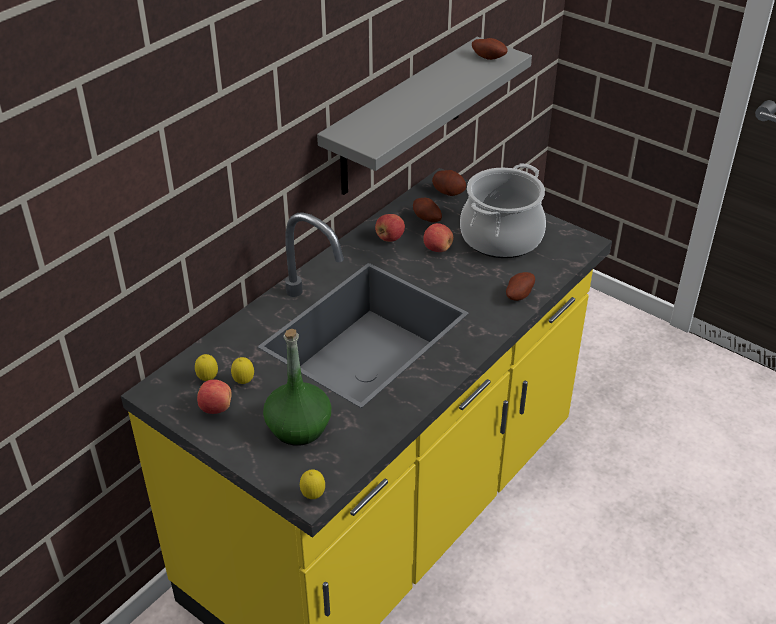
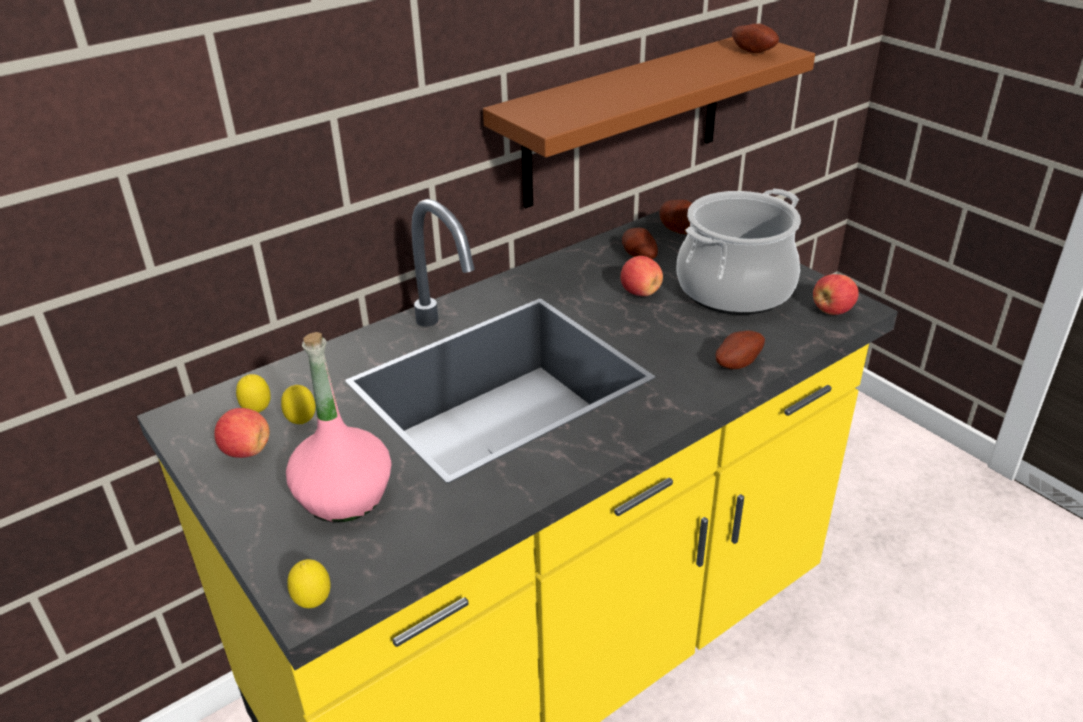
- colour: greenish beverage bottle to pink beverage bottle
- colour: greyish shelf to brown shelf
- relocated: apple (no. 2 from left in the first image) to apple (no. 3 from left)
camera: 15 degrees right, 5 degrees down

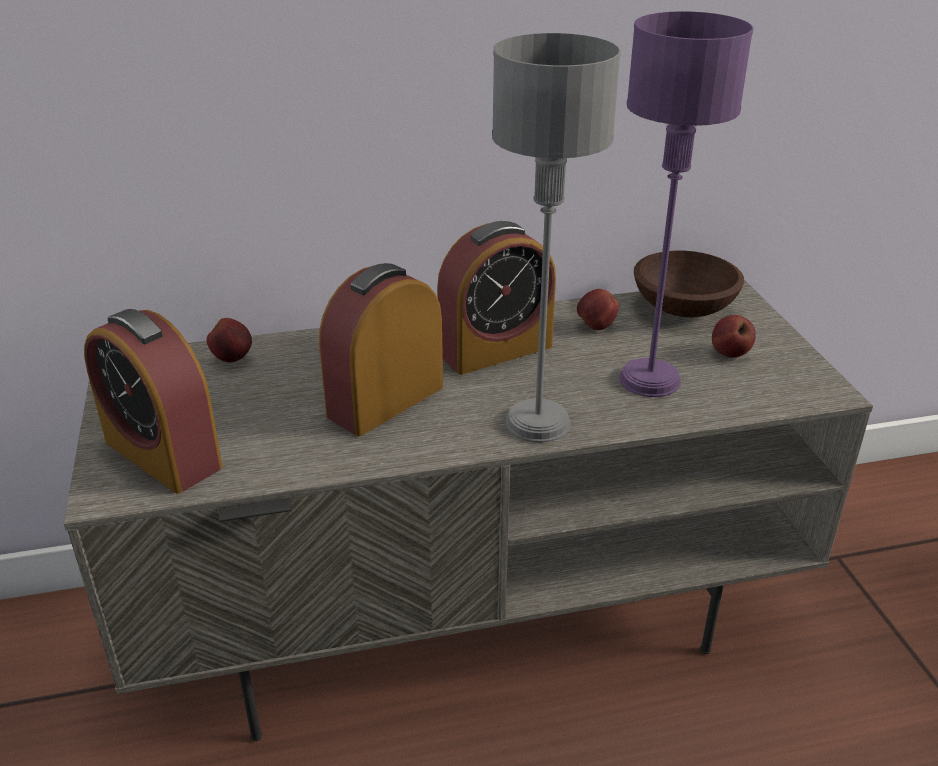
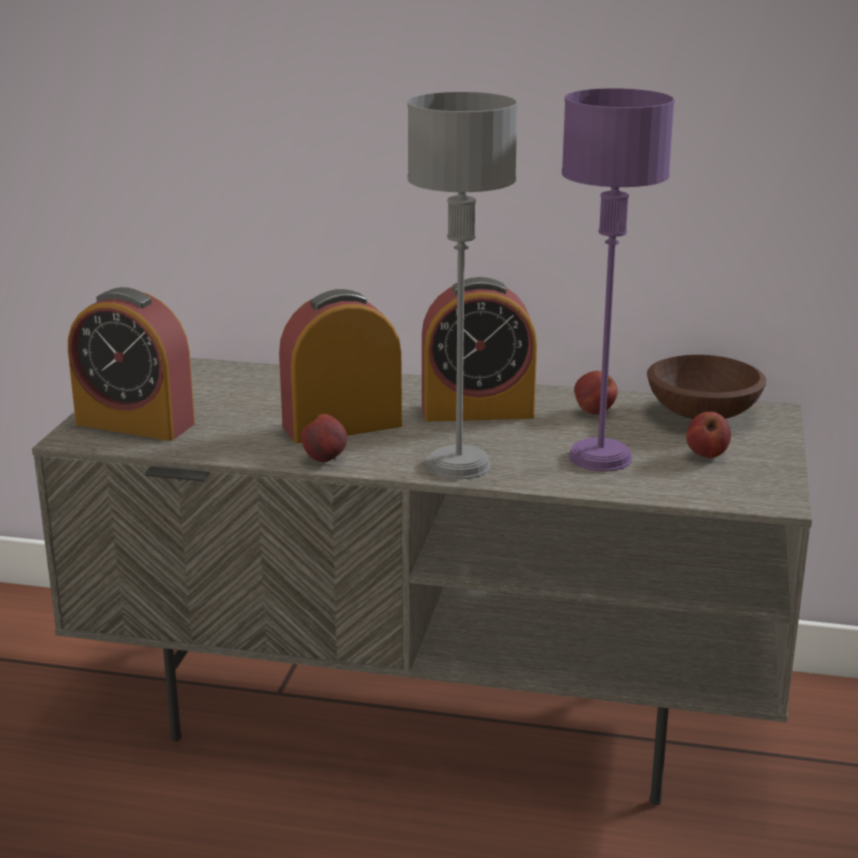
- spun: table clock (no. 1 from left) 45 degrees counterclockwise
- relocated: apple (no. 1 from left)
camera: 25 degrees right, 10 degrees down

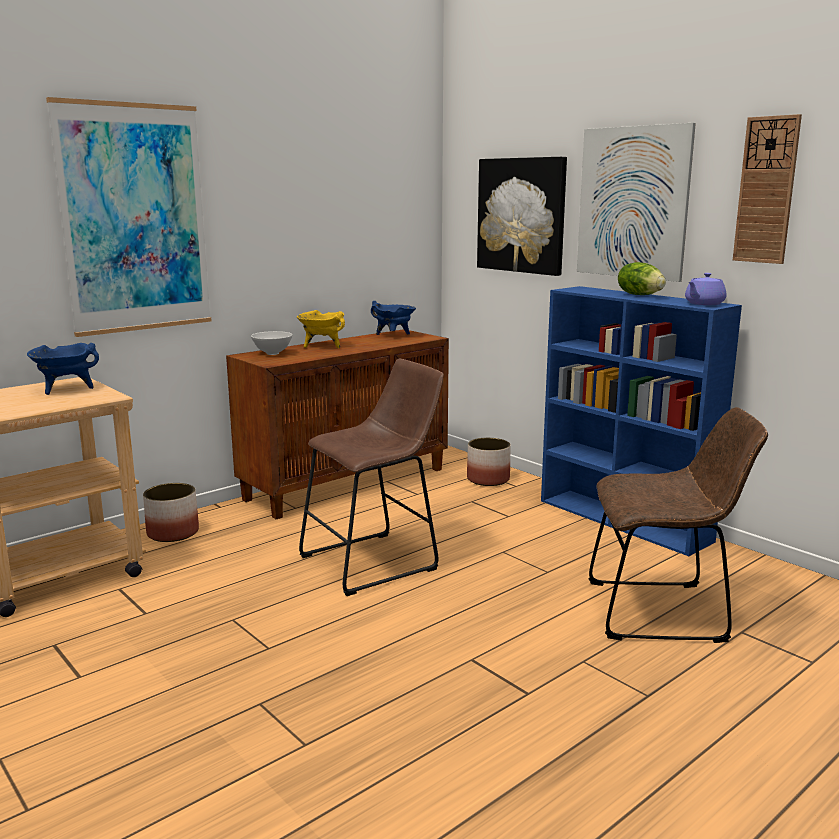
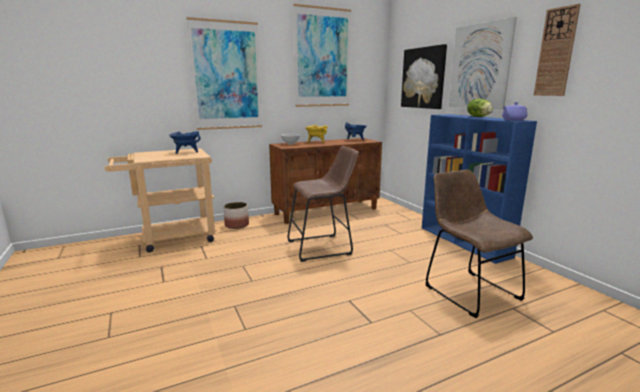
- missing: planter (no. 2 from left)
- spun: brown upright chair 135 degrees counterclockwise
- appeared: wall art (no. 2 from left)
camera: 15 degrees right, 0 degrees up

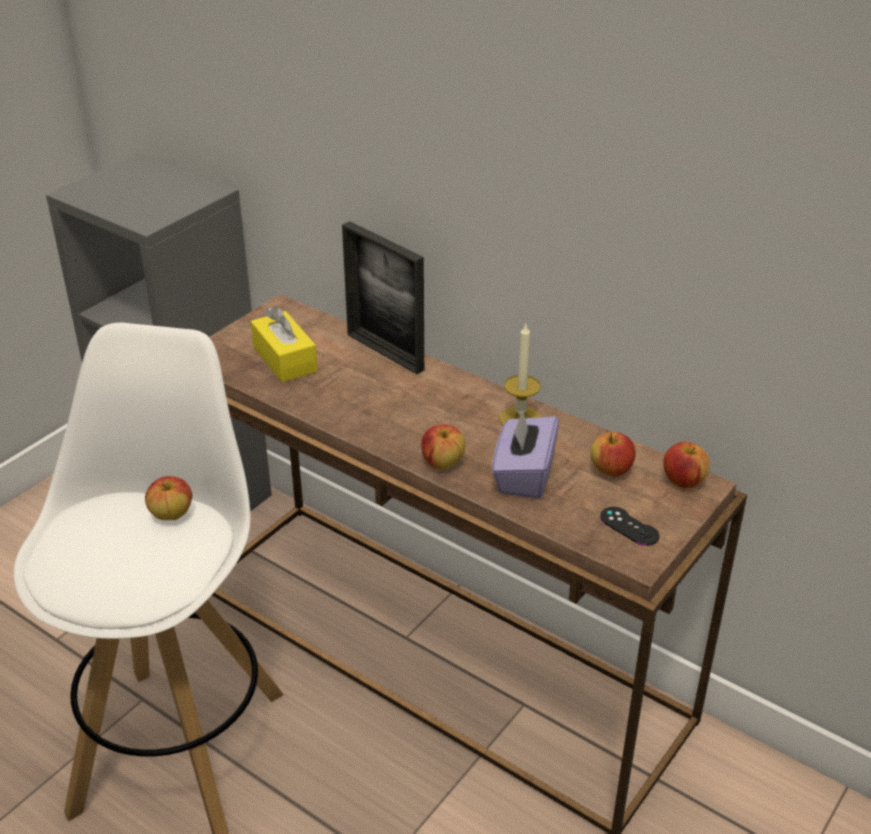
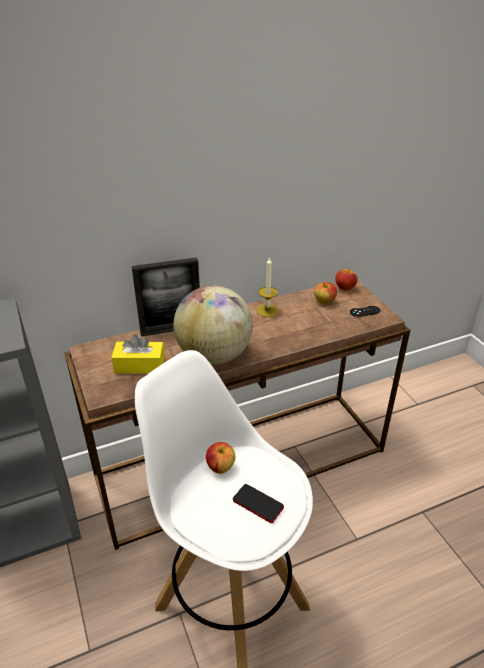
- missing: apple (no. 2 from left)
- missing: purple-coloured tissue holder
- appeared: world globe
- appeared: telephone
camera: 60 degrees left, 0 degrees up

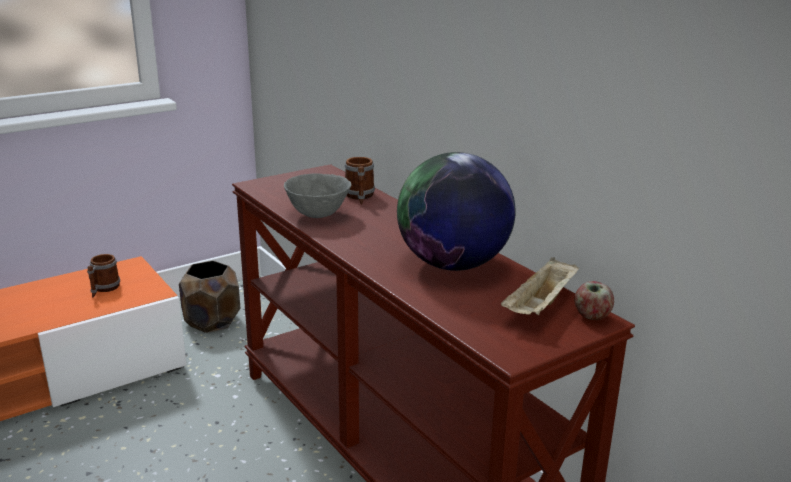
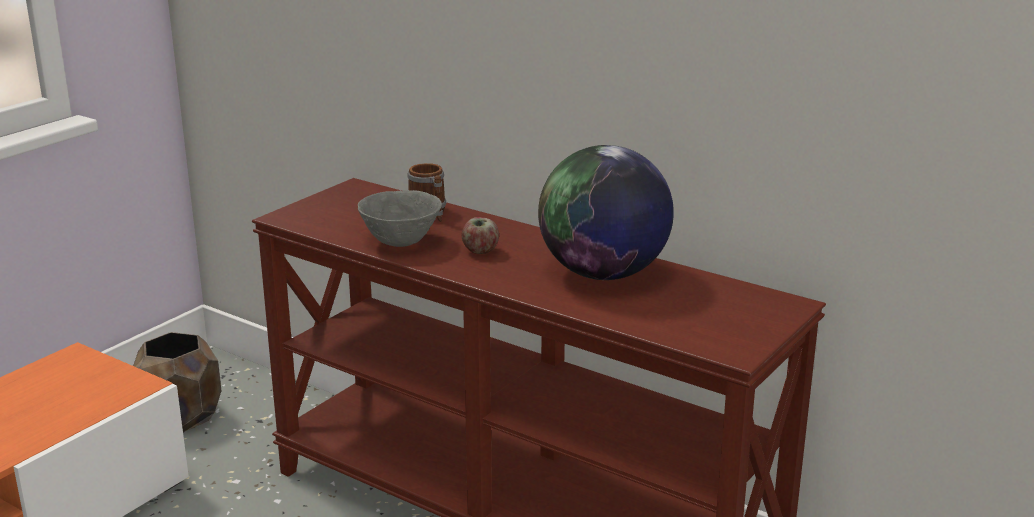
- missing: tea mug (no. 1 from left)
- missing: beige carrying tray
- relocated: apple
camera: 20 degrees left, 0 degrees up

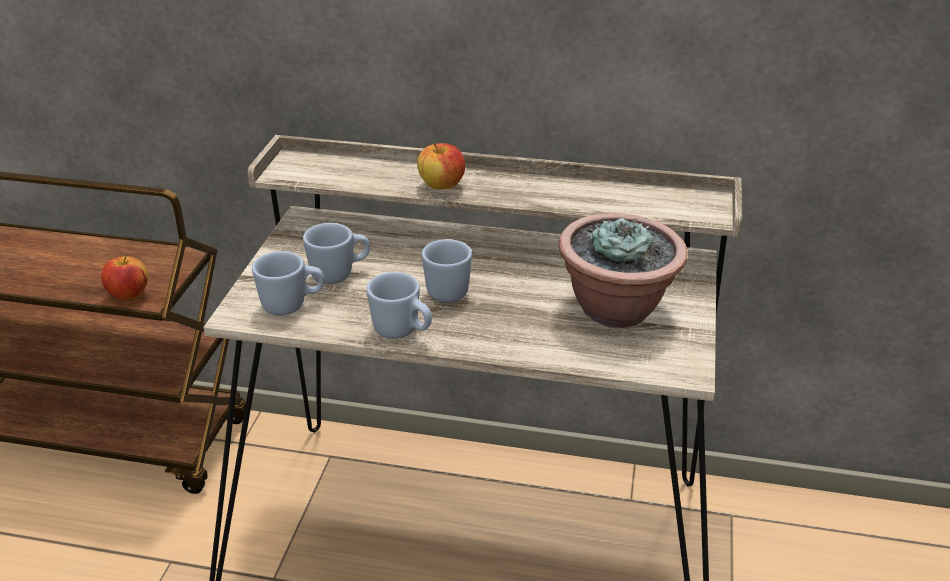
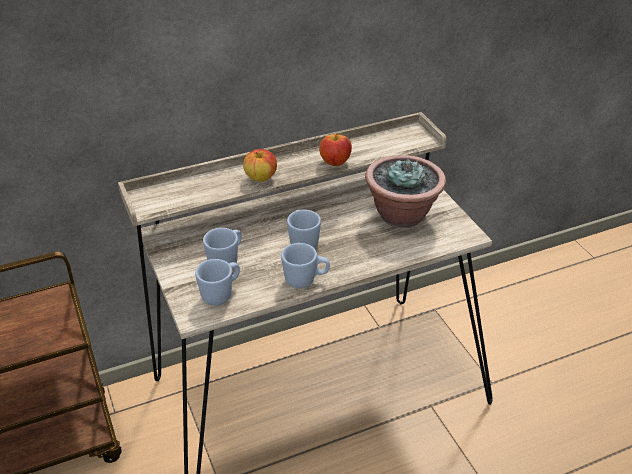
- relocated: apple (no. 1 from left in the first image) to apple (no. 2 from left)
camera: 35 degrees left, 5 degrees up

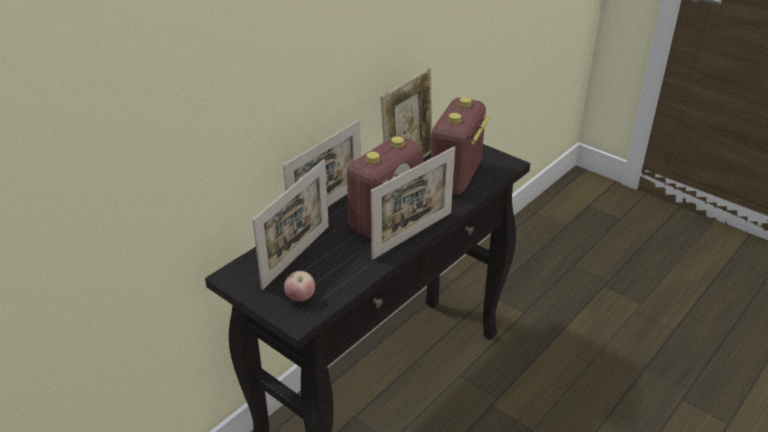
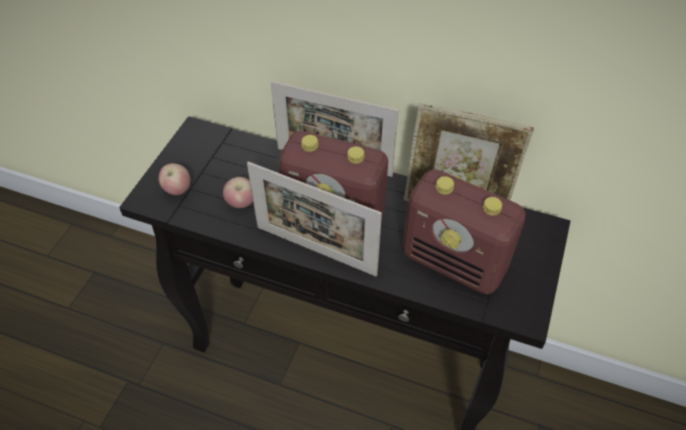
- missing: picture frame (no. 1 from left)
- spun: radio (no. 2 from left) 150 degrees counterclockwise
- appeared: apple (no. 2 from left)
camera: 70 degrees right, 15 degrees up

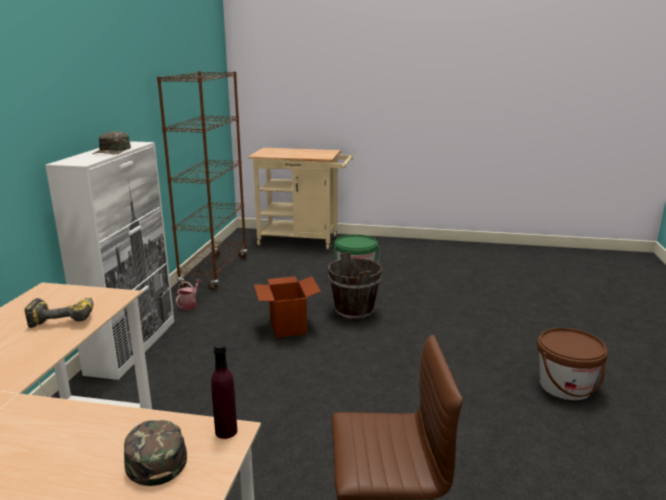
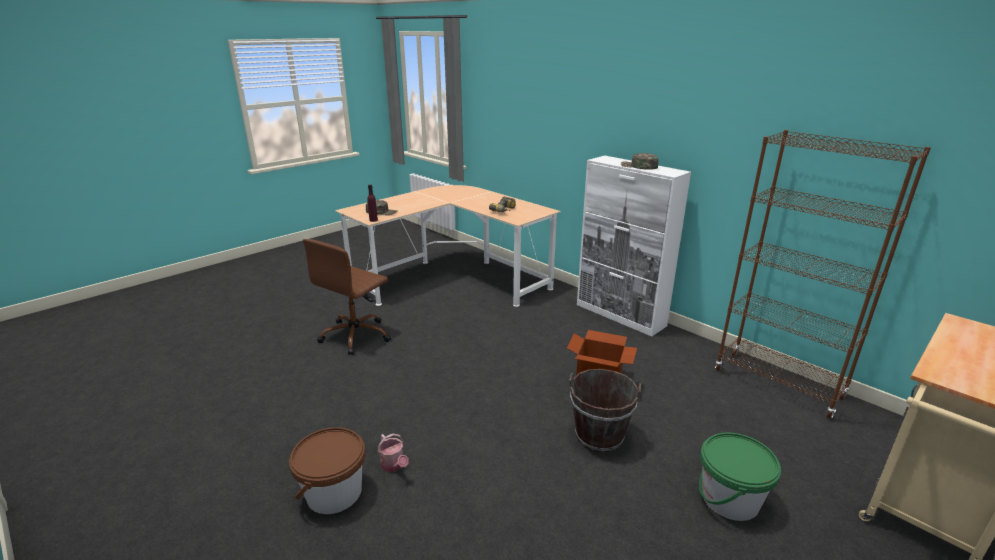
- relocated: sprinkling can
camera: 125 degrees right, 5 degrees up

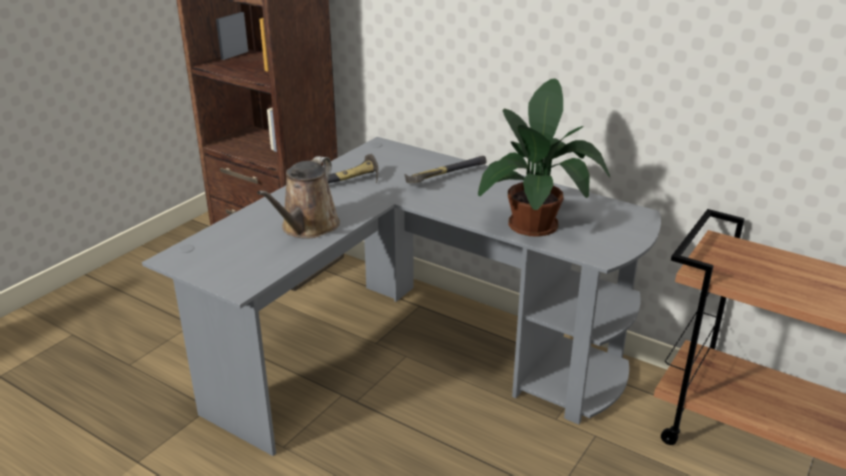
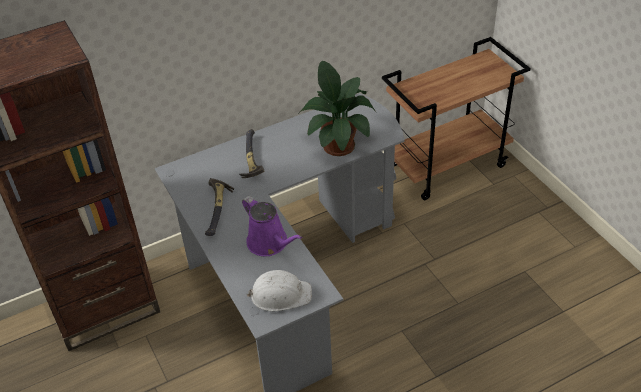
- colour: brown sprinkling can to purple-coloured sprinkling can
- appeared: whitish work helmet
camera: 60 degrees left, 15 degrees up

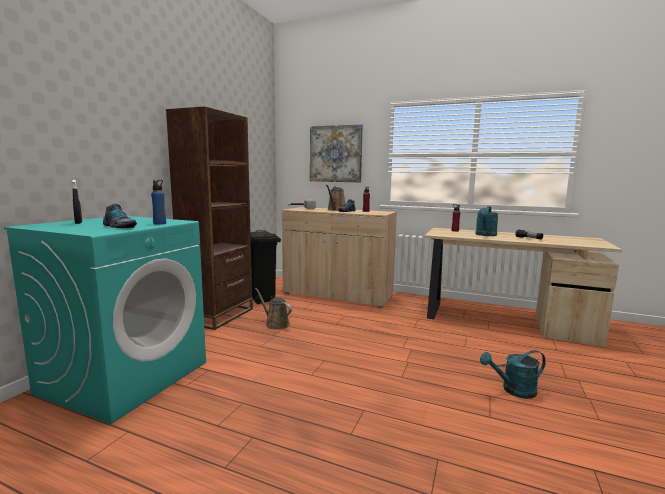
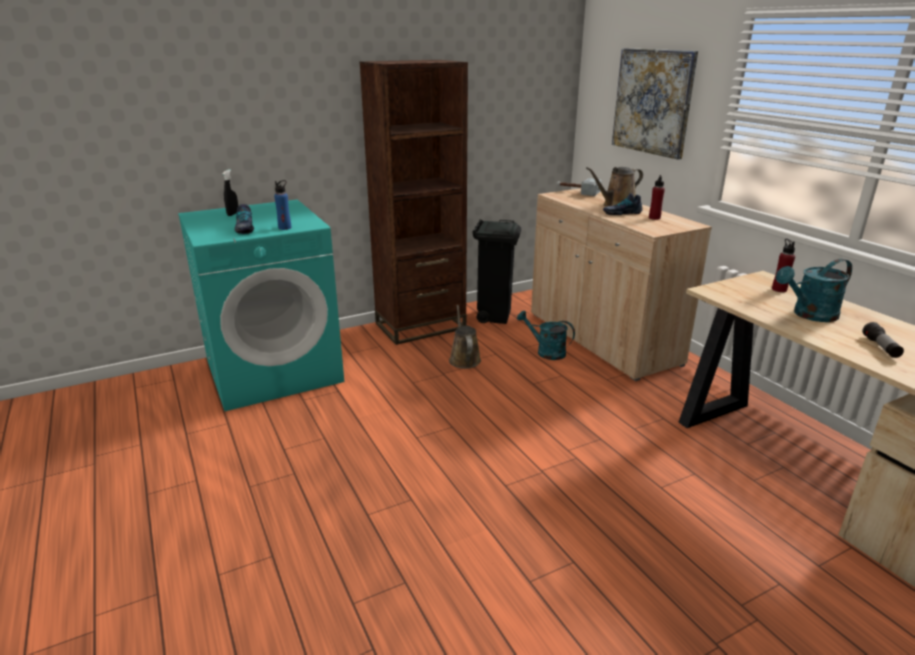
- relocated: turquoise sprinkling can (no. 2 from left in the first image) to turquoise sprinkling can (no. 1 from left)
camera: 40 degrees right, 15 degrees up

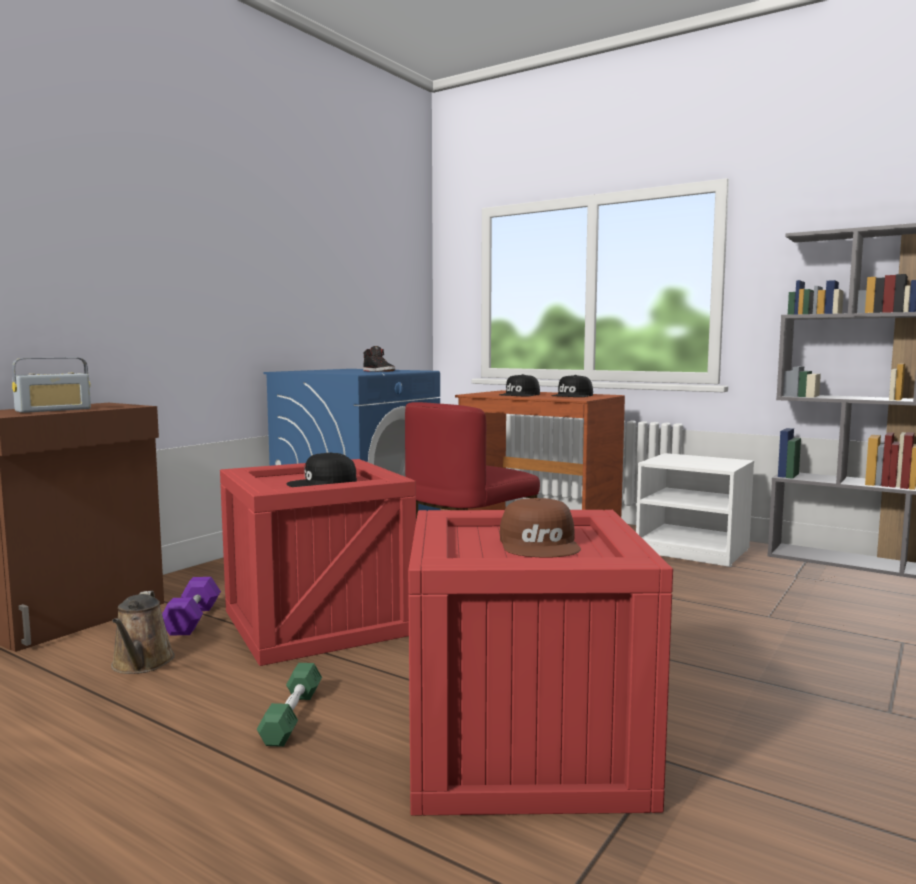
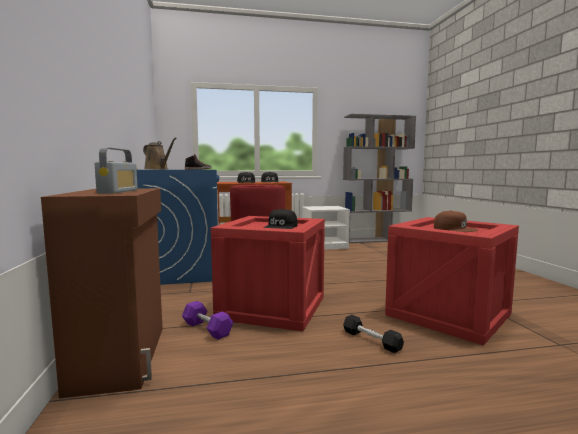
- relocated: brown sprinkling can
- colour: greenish dumbbell to black-coloured dumbbell
camera: 45 degrees left, 0 degrees up

